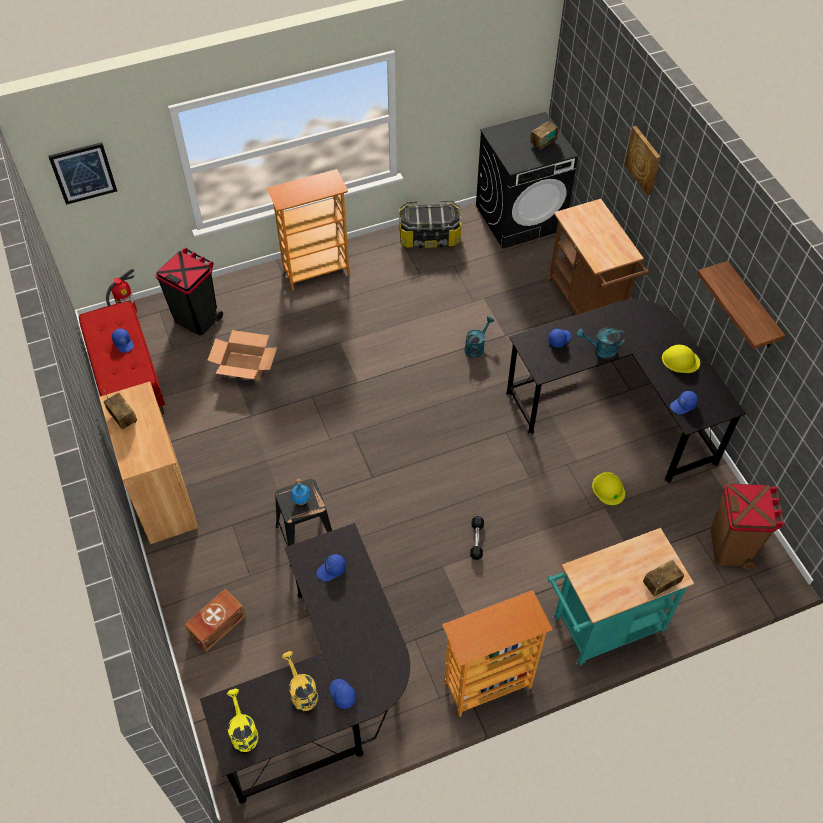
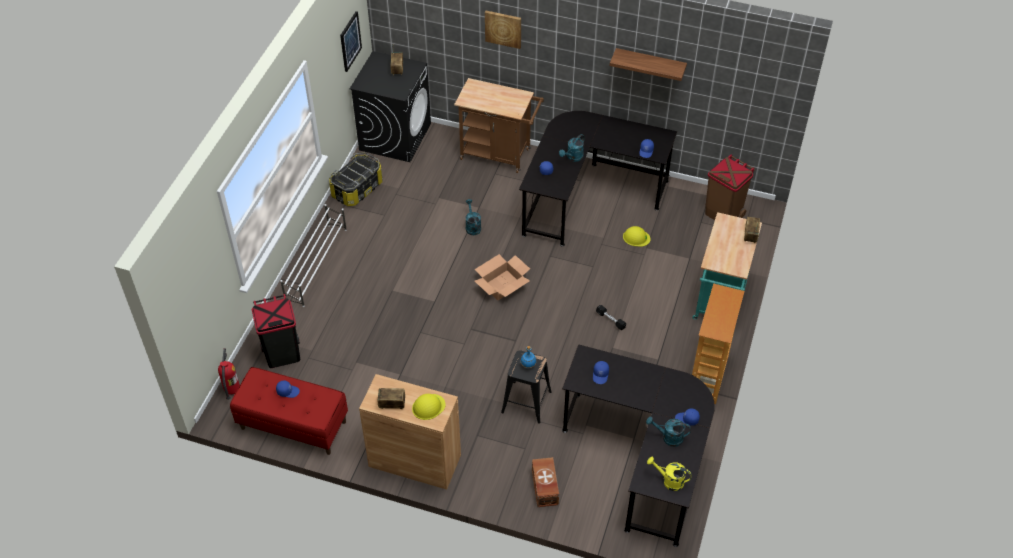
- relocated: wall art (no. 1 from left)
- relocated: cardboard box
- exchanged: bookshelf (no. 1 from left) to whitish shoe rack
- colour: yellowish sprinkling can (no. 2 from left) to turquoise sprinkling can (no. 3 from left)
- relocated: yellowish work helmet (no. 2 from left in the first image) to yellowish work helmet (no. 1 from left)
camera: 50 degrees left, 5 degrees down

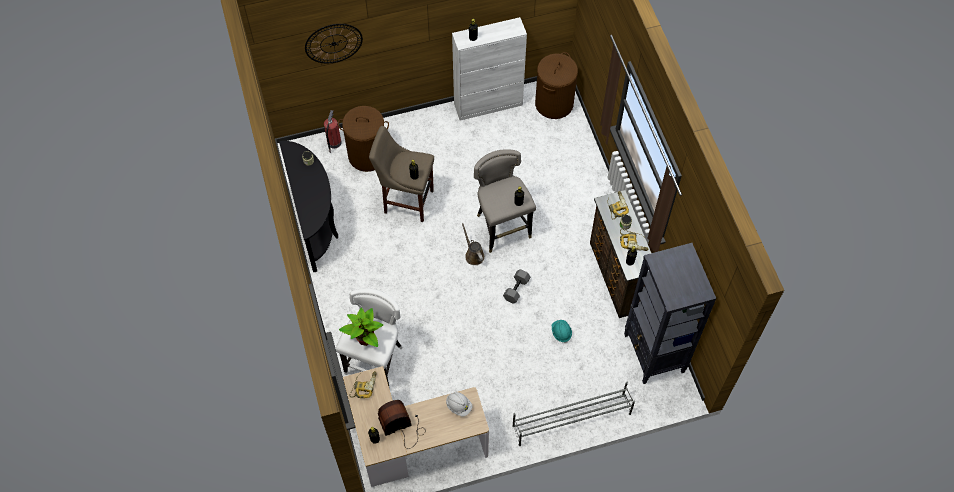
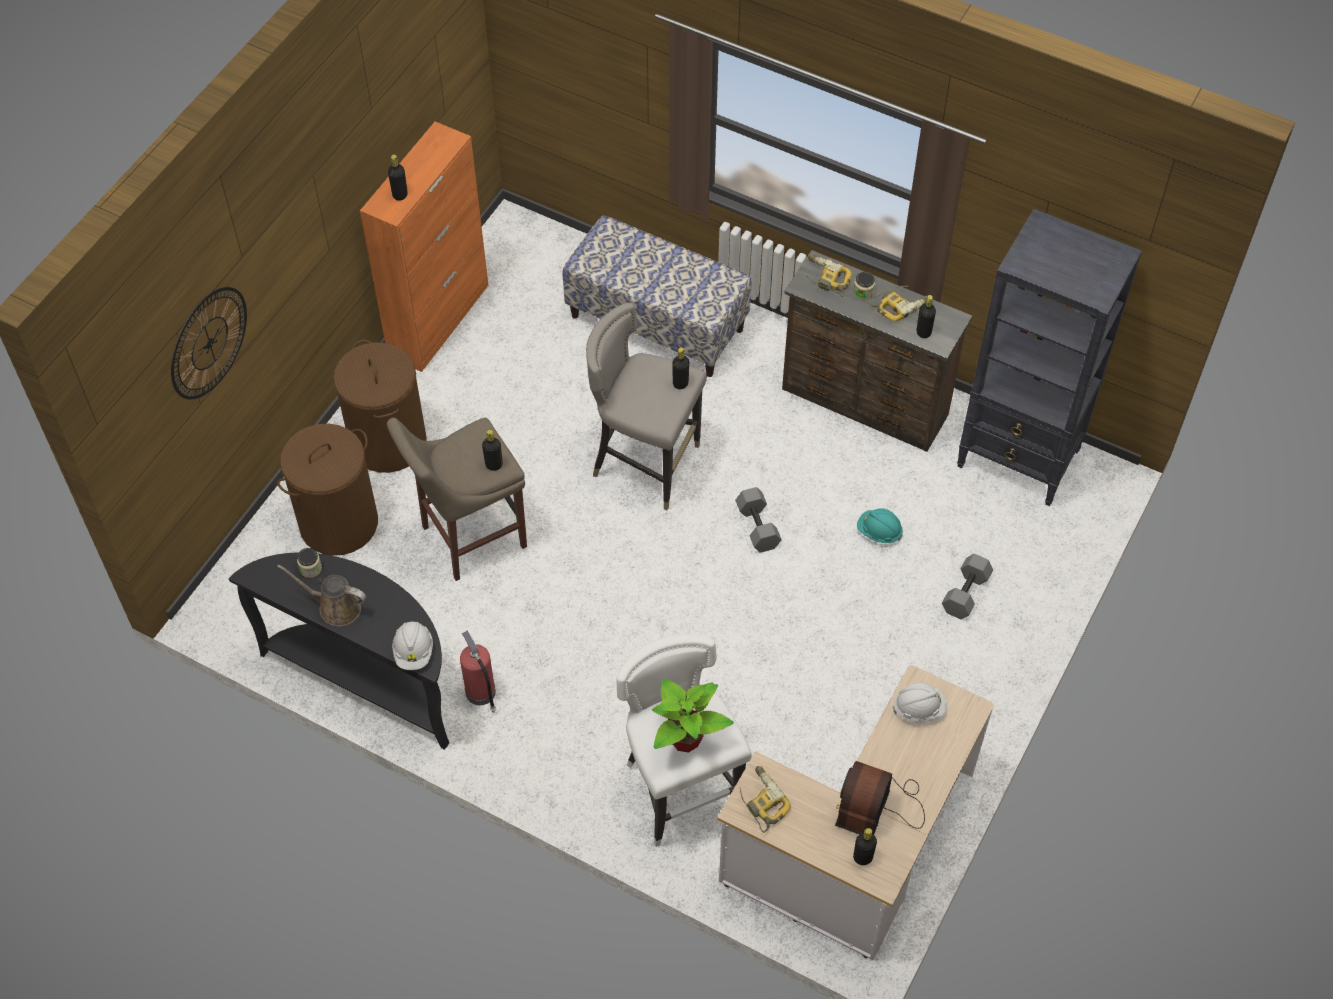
- relocated: fire extinguisher
- colour: whitish cabinet to orangey cabinet
- relocated: brown sprinkling can
- missing: greyish shoe rack
- relocated: brown laundry basket (no. 2 from left)
- appeared: whitish work helmet (no. 1 from left)
- appeared: indoor bench
- appeared: greyish dumbbell (no. 2 from left)
camera: 45 degrees left, 5 degrees down

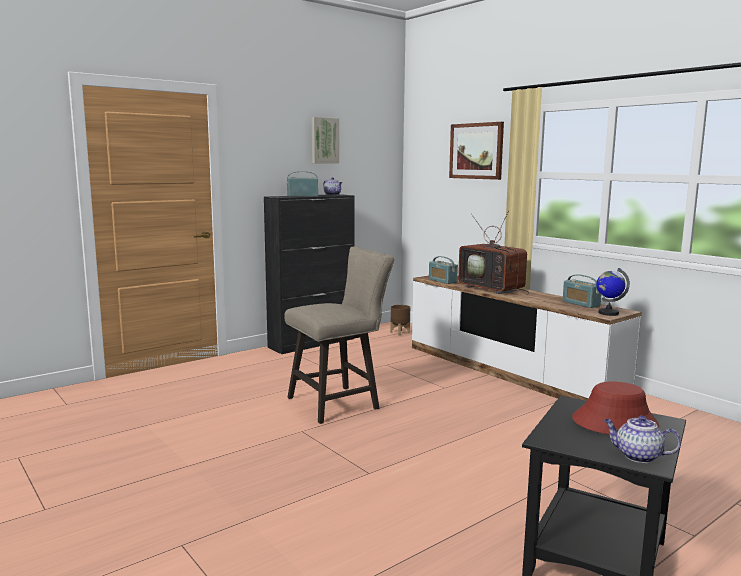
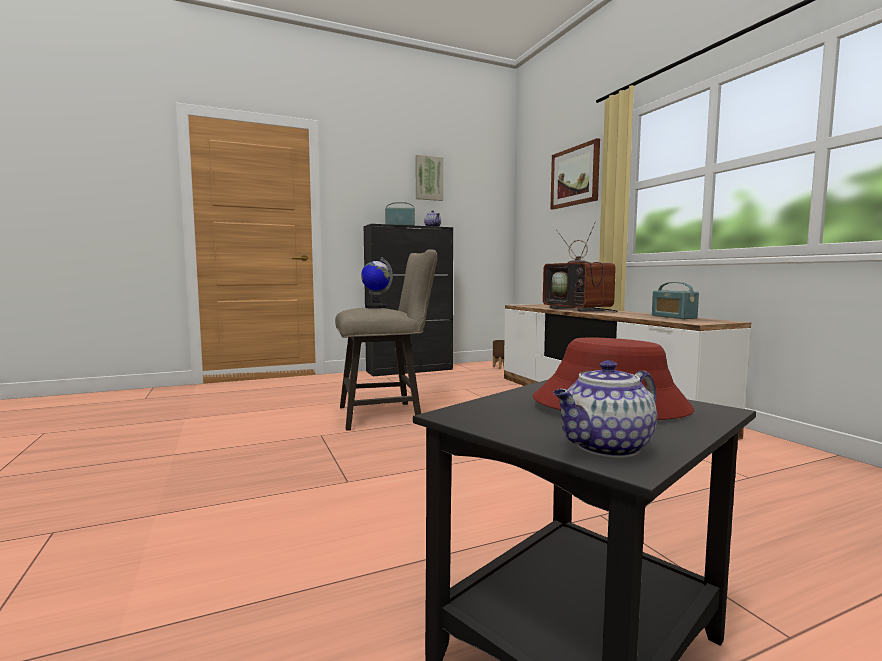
- missing: radio (no. 2 from left)
- relocated: world globe
- spun: teapot (no. 2 from left) 75 degrees counterclockwise
camera: 15 degrees right, 5 degrees down

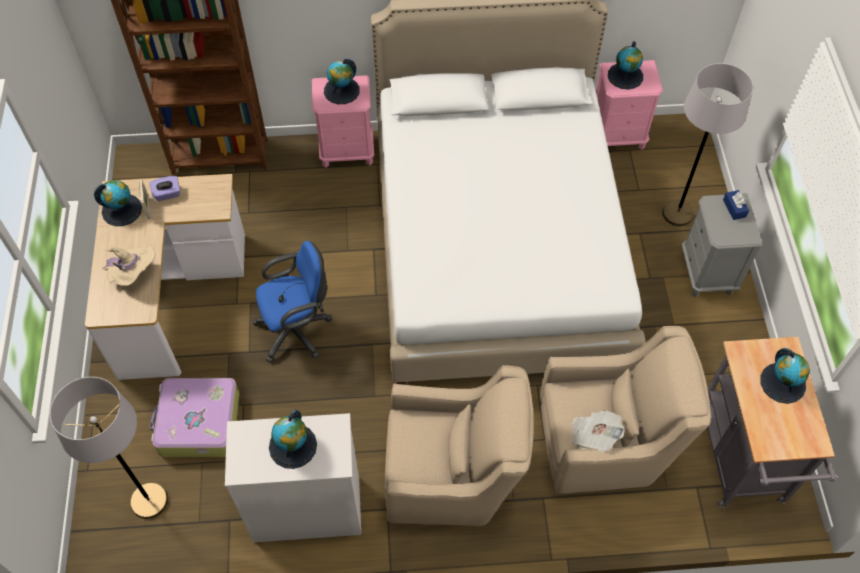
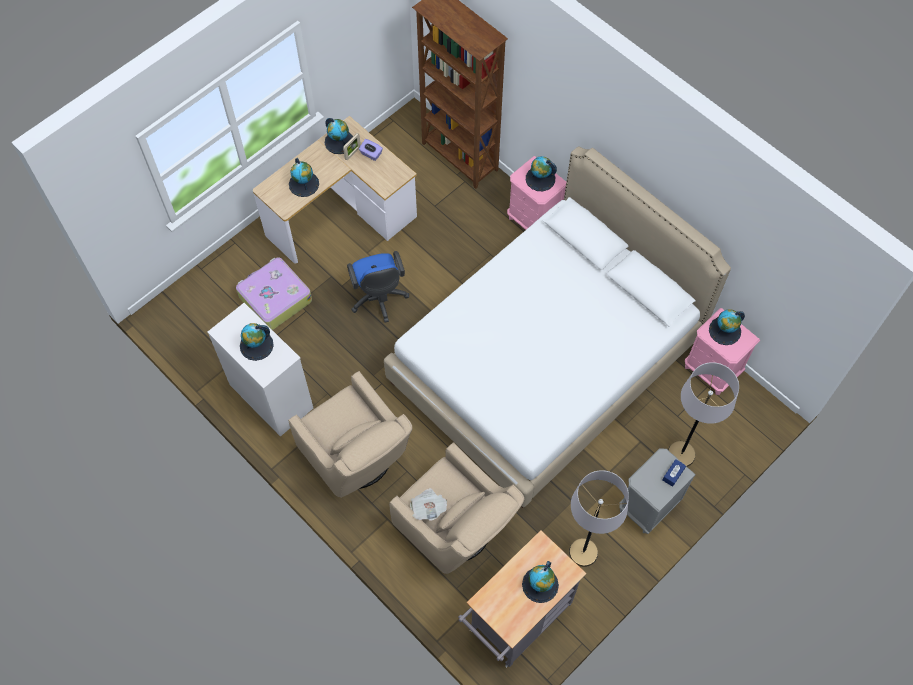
- relocated: greyish standing lamp (no. 1 from left)
- exchanged: beige wearable hat to world globe (no. 2 from left)
- spun: blue-coloured computer chair 45 degrees clockwise
camera: 50 degrees right, 5 degrees up

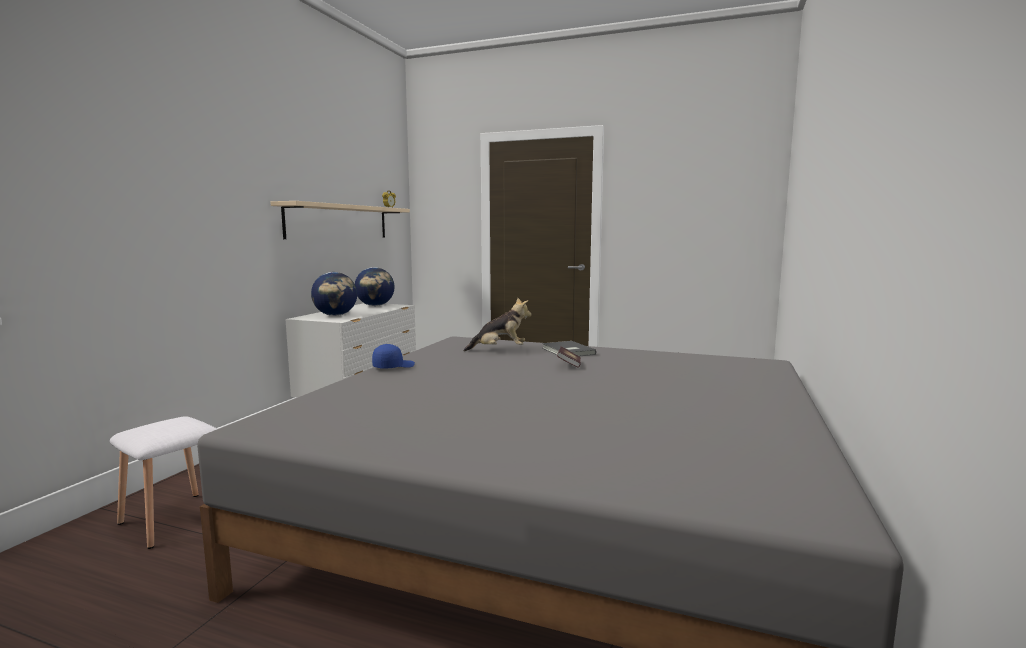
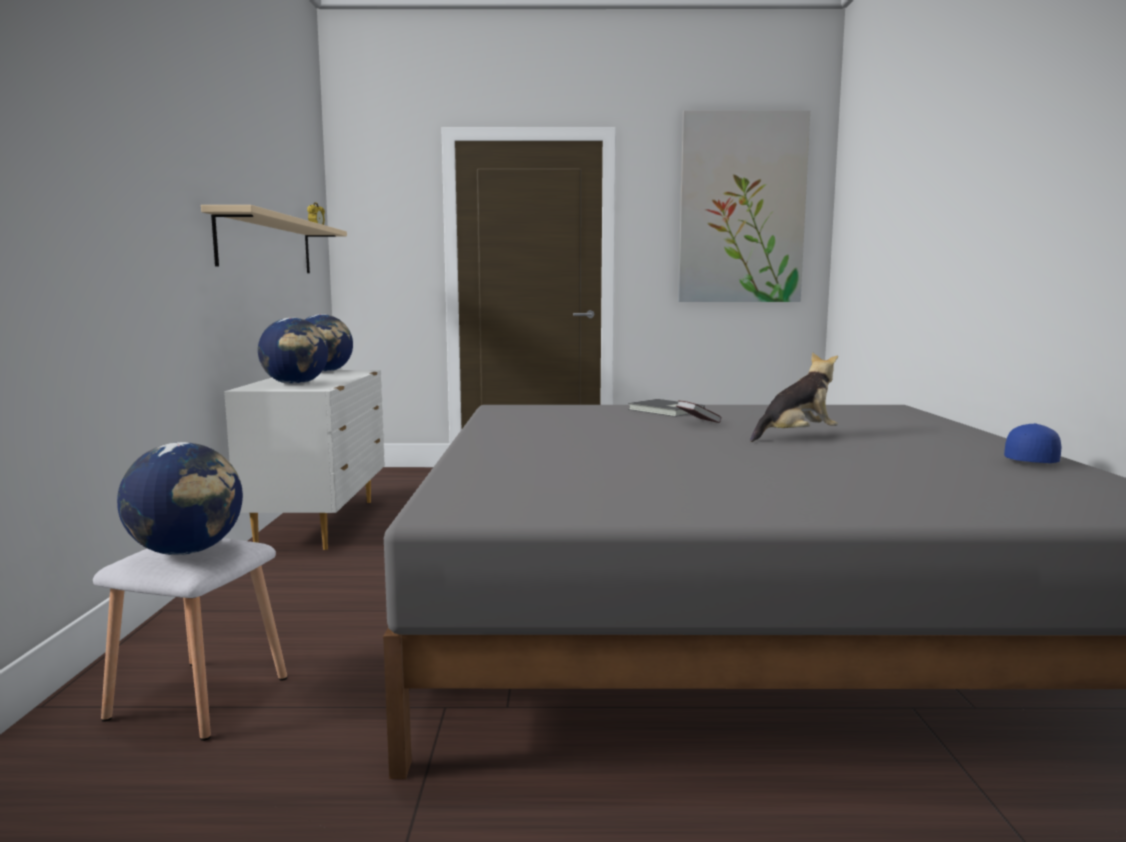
- relocated: blue-coloured peaked cap
- relocated: soft toy
- appeared: world globe (no. 1 from left)
- appeared: wall art
camera: 20 degrees left, 0 degrees up

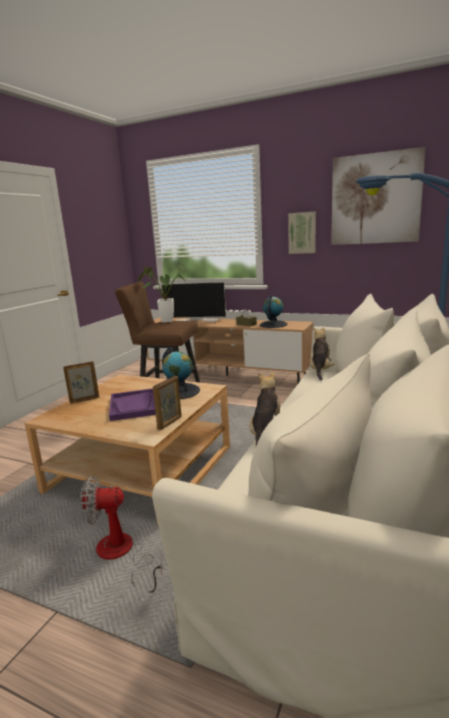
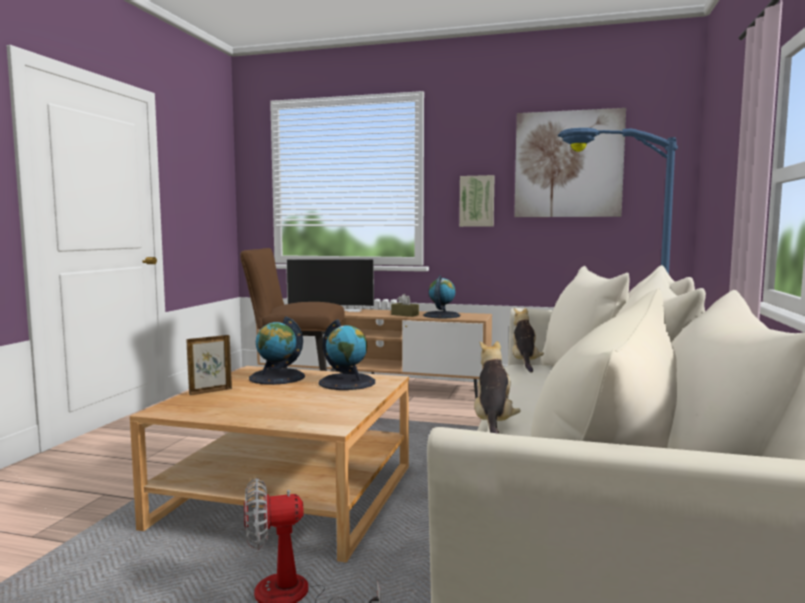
- missing: purple-coloured carrying tray
- missing: potted plant
- missing: picture frame (no. 2 from left)
- appeared: world globe (no. 1 from left)
camera: 10 degrees left, 10 degrees down

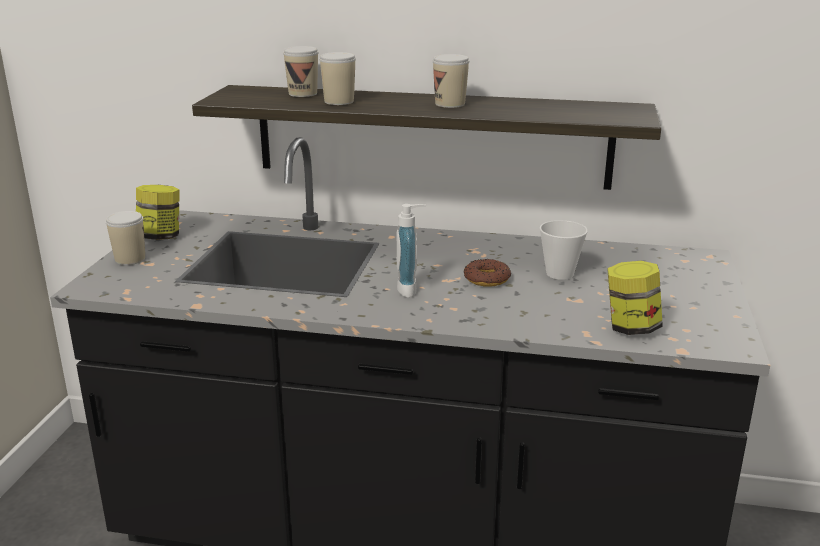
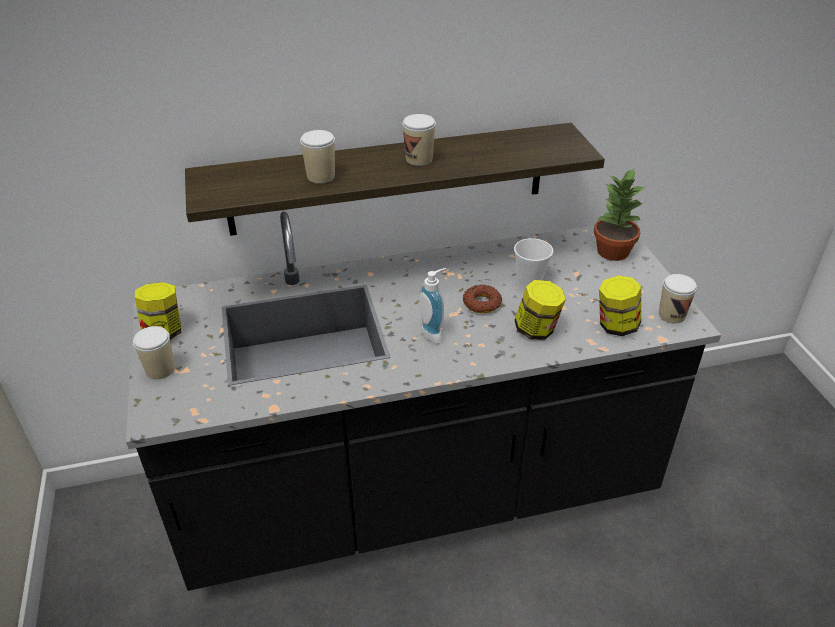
- relocated: cup (no. 2 from left in the first image) to cup (no. 5 from left)
- appeared: jar (no. 2 from left)
- appeared: potted plant
camera: 25 degrees left, 15 degrees up

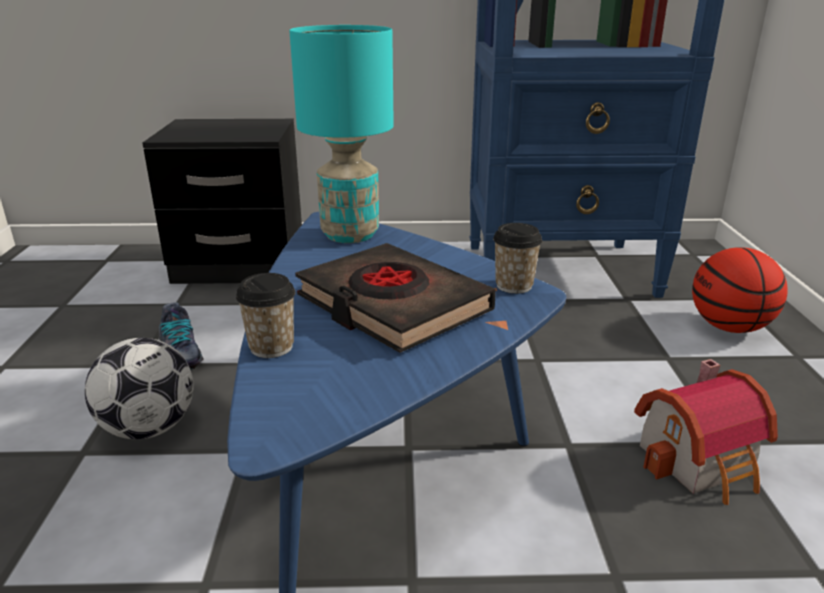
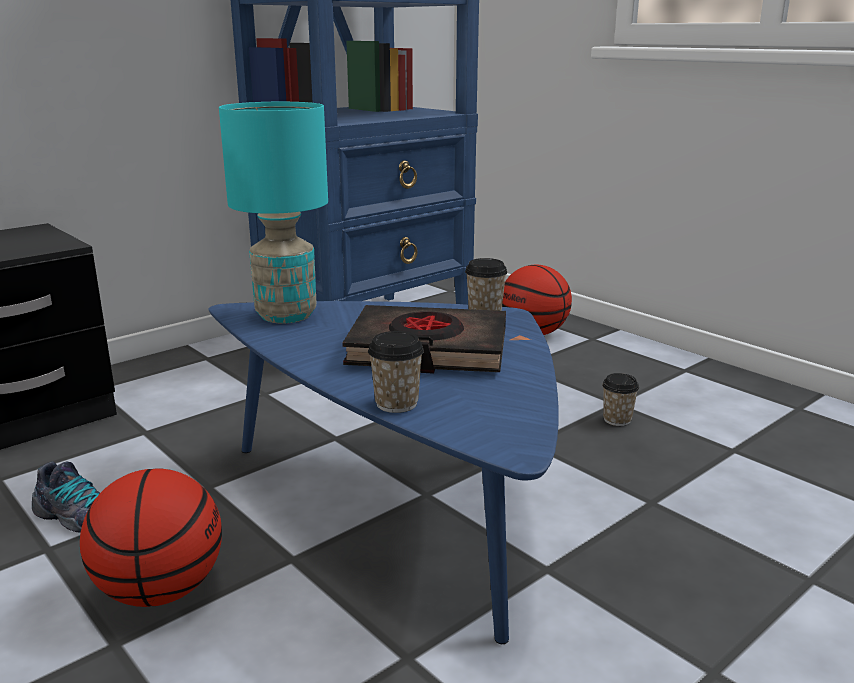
- exchanged: football ball to basketball ball (no. 1 from left)
- exchanged: miniature house to cup (no. 3 from left)
camera: 40 degrees left, 5 degrees down

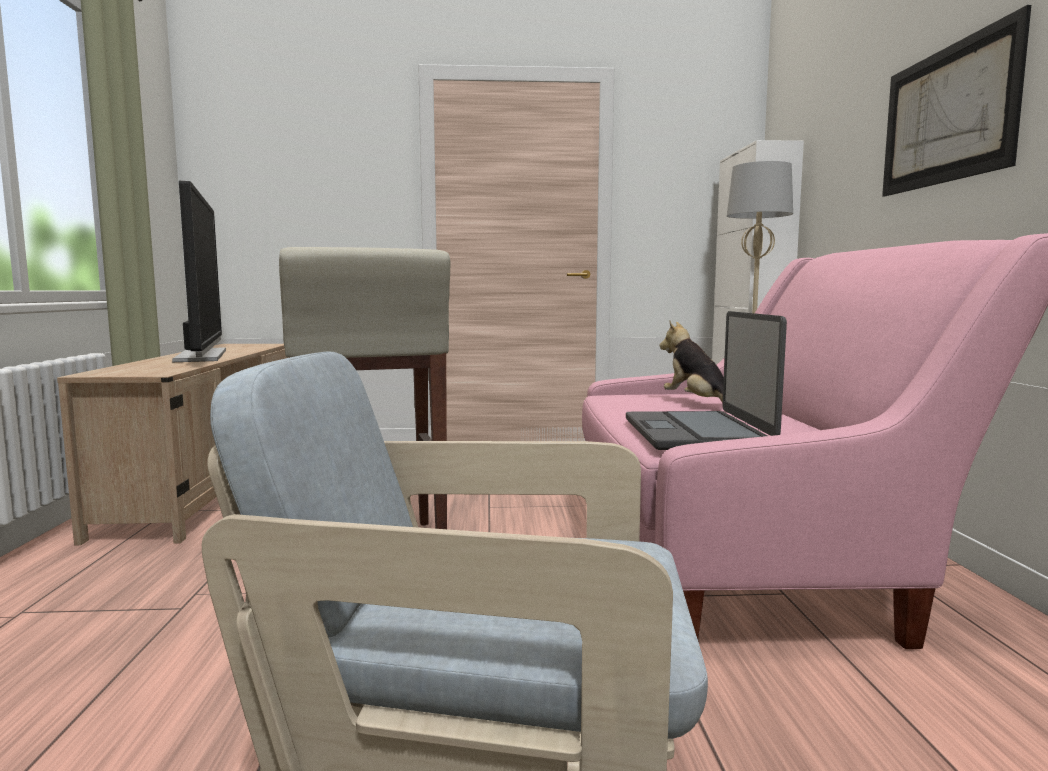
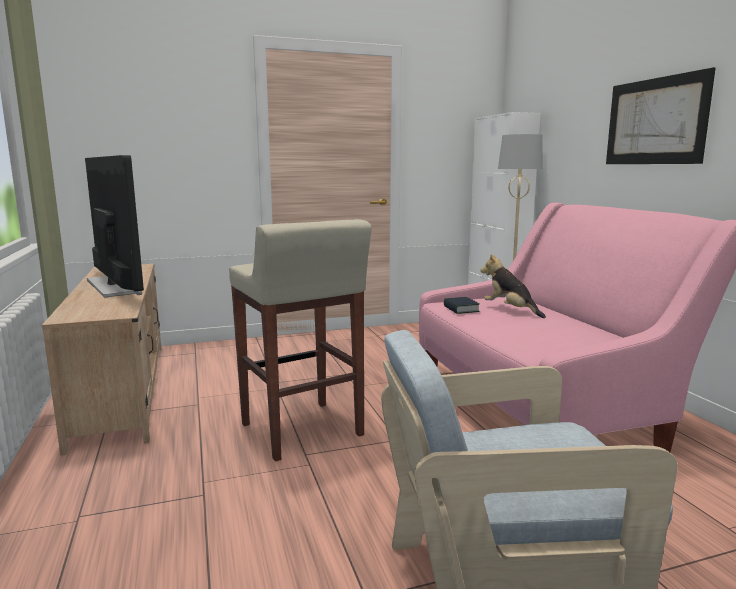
- missing: notebook computer
- appeared: book
camera: 15 degrees left, 5 degrees up

